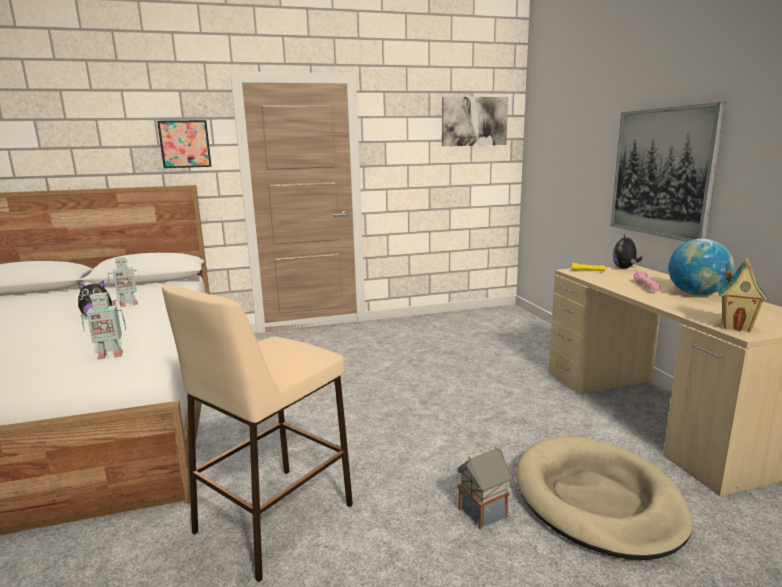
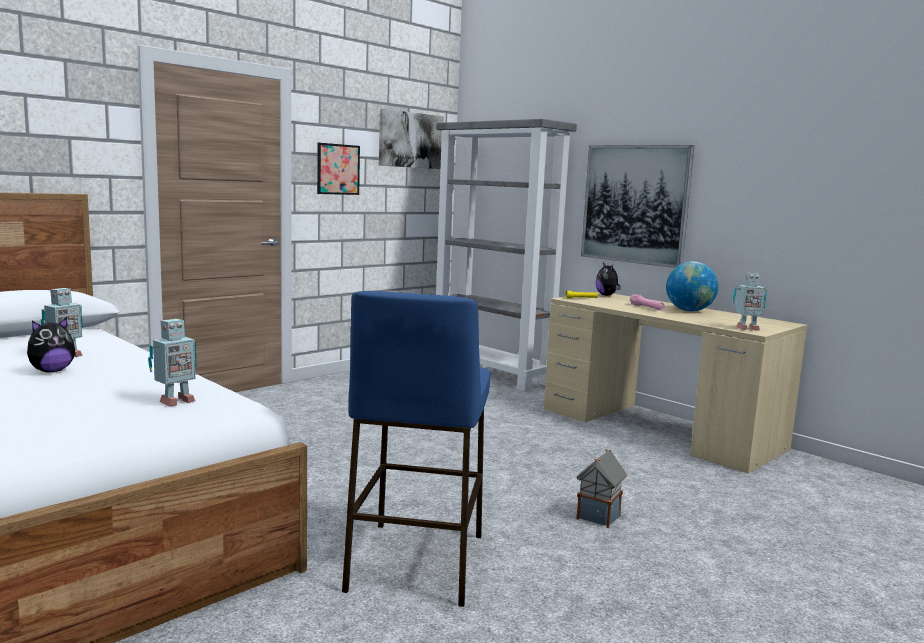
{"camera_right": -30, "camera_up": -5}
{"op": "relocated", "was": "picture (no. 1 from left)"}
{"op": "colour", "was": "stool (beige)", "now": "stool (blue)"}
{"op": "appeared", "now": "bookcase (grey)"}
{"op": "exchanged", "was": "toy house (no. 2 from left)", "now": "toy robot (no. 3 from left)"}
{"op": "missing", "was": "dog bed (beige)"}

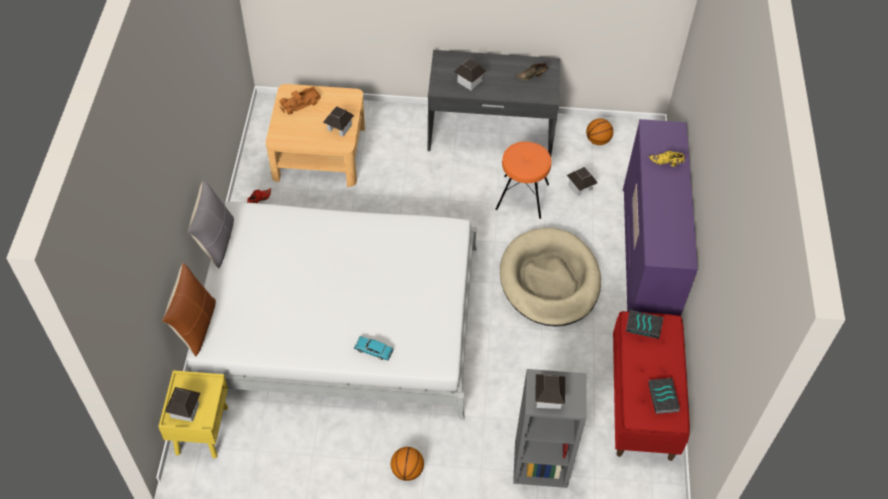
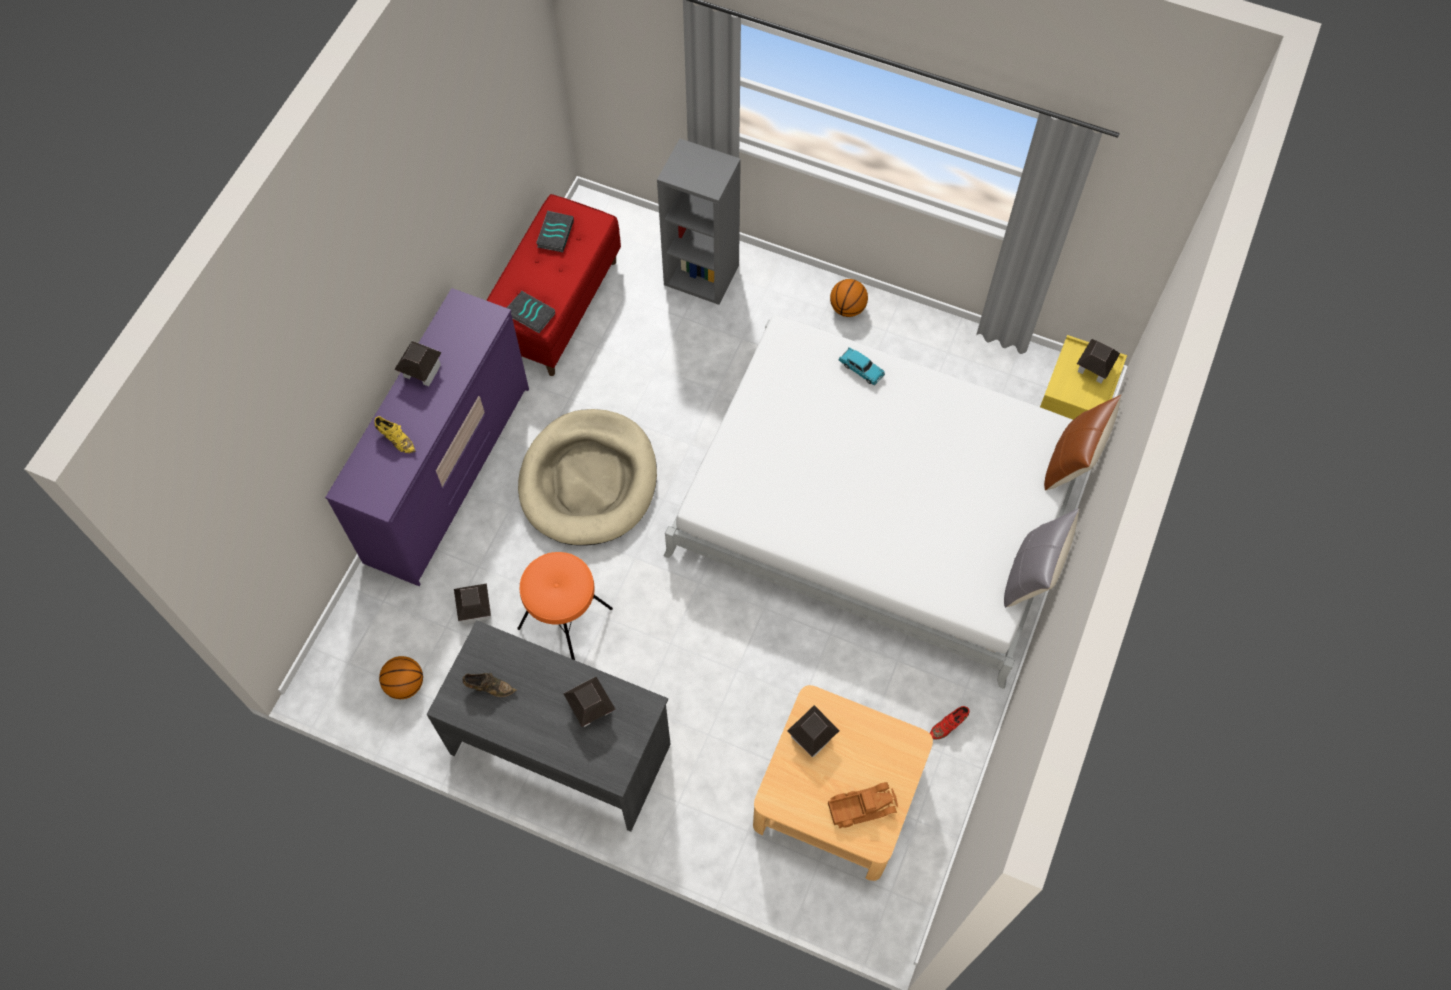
{"camera_right": -160, "camera_up": 10}
{"op": "relocated", "was": "toy house (no. 4 from left in the first image)", "now": "toy house (no. 1 from left)"}

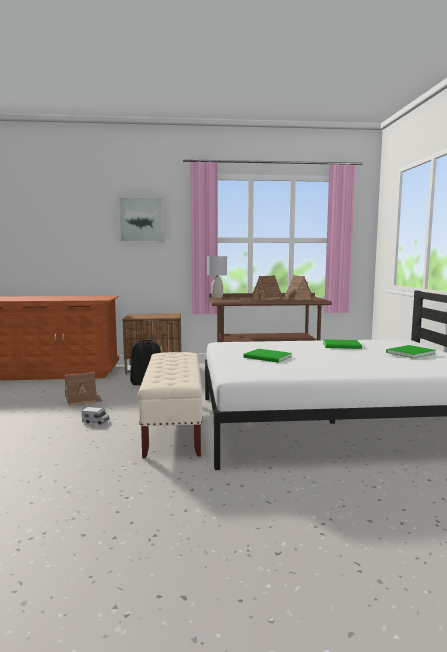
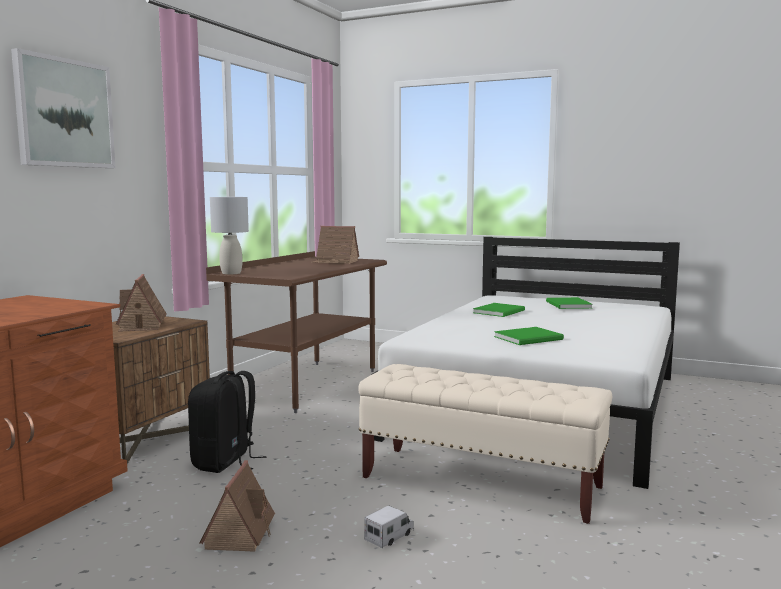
{"camera_right": -60, "camera_up": 0}
{"op": "relocated", "was": "toy house (no. 2 from left in the first image)", "now": "toy house (no. 1 from left)"}

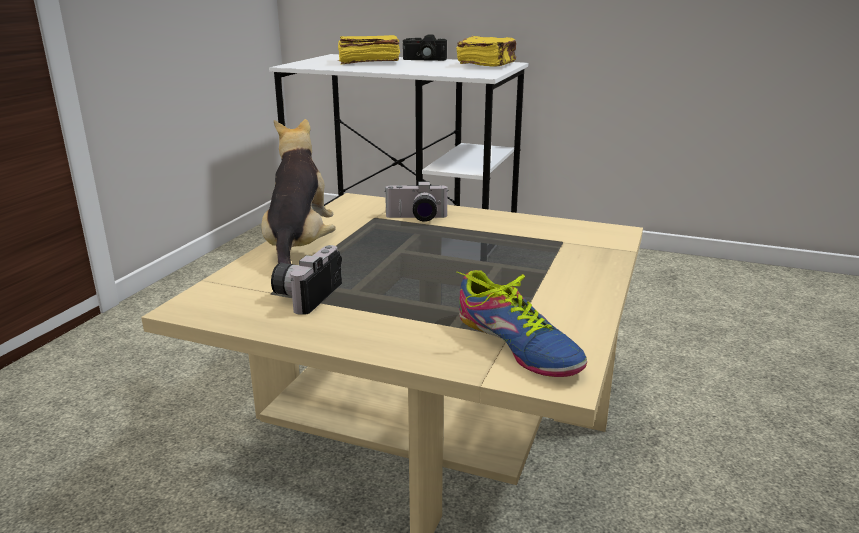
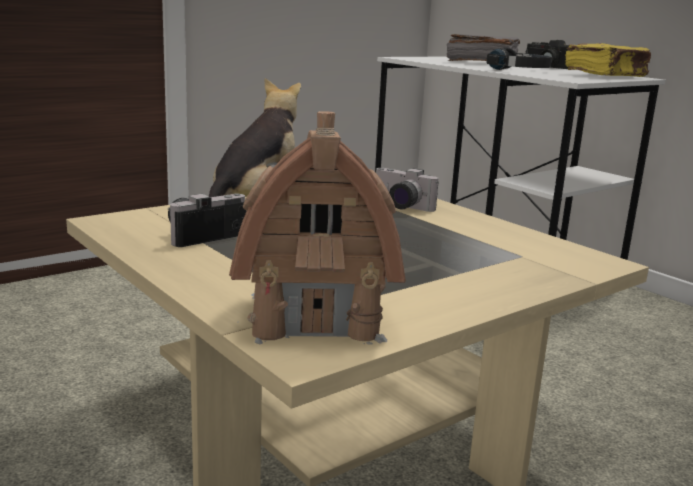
{"camera_right": 30, "camera_up": -5}
{"op": "exchanged", "was": "shoe", "now": "toy house"}
{"op": "colour", "was": "book (yellow) (no. 1 from left)", "now": "book (grey)"}
{"op": "appeared", "now": "headphones (black)"}

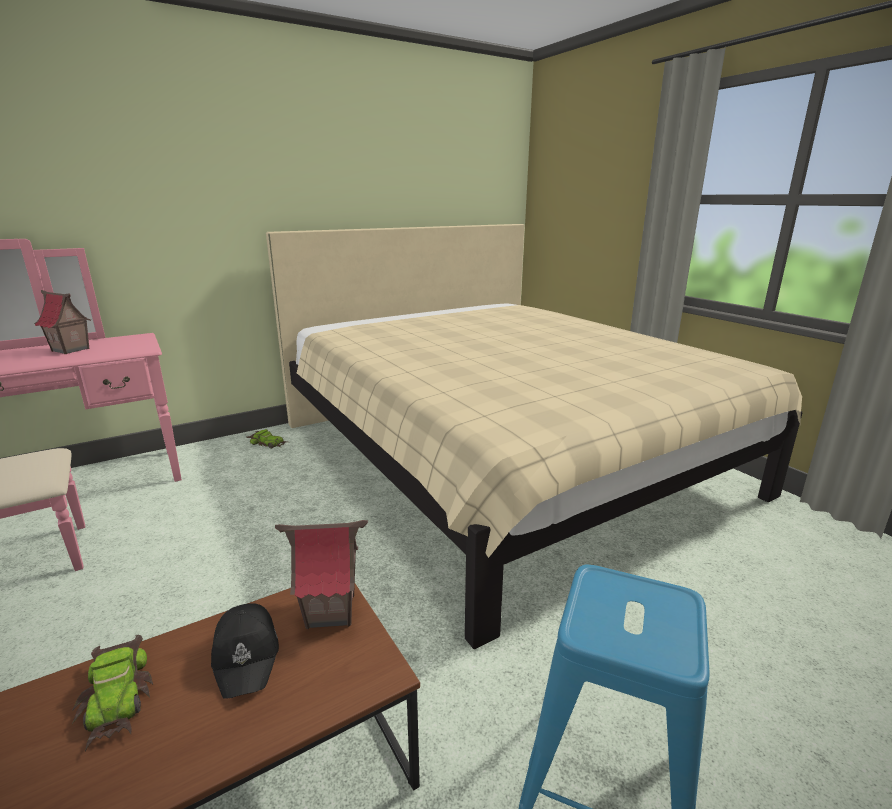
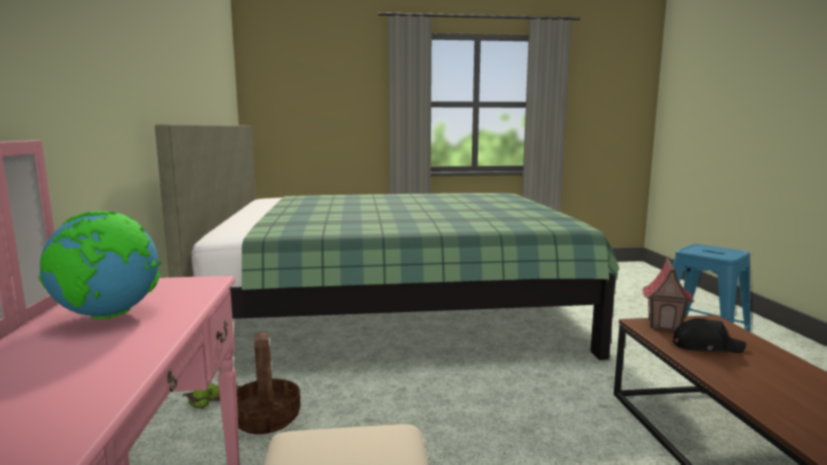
{"camera_right": -65, "camera_up": -10}
{"op": "exchanged", "was": "toy house (no. 1 from left)", "now": "globe"}
{"op": "colour", "was": "bed (beige)", "now": "bed (green)"}
{"op": "appeared", "now": "basket"}
{"op": "missing", "was": "toy car (no. 1 from left)"}

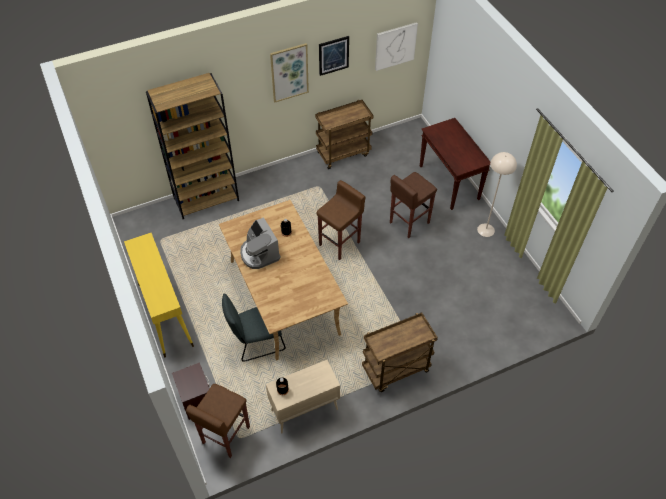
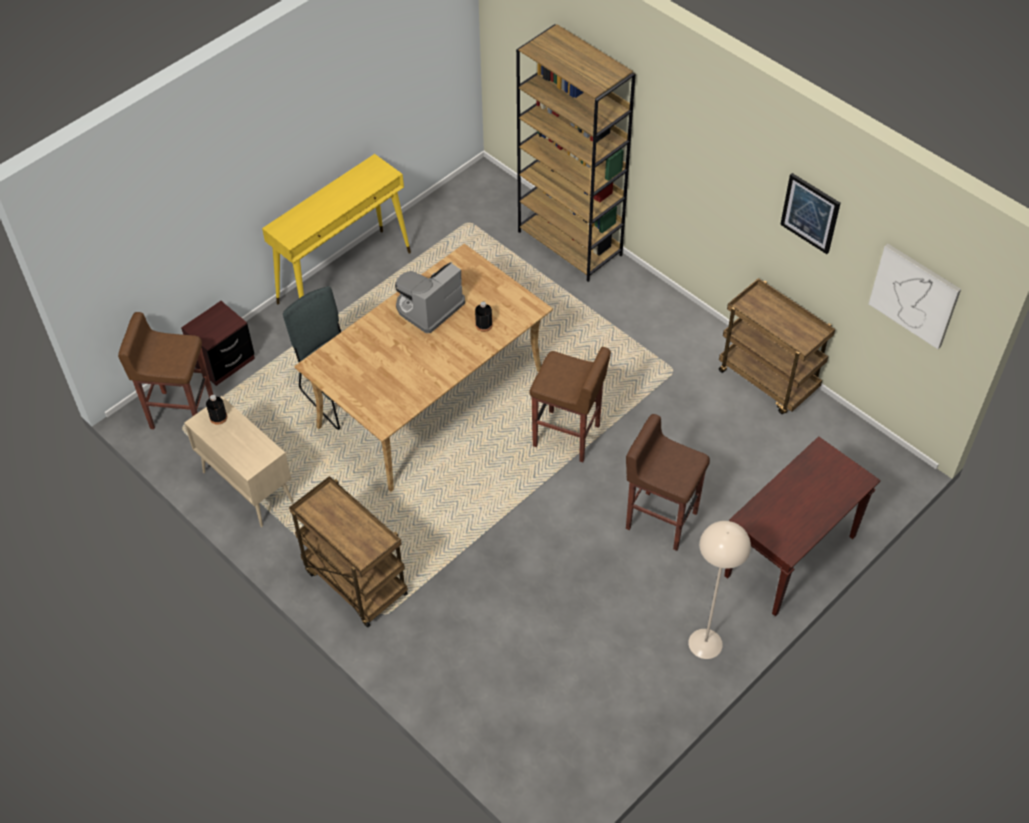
{"camera_right": 70, "camera_up": 0}
{"op": "missing", "was": "picture (no. 1 from left)"}

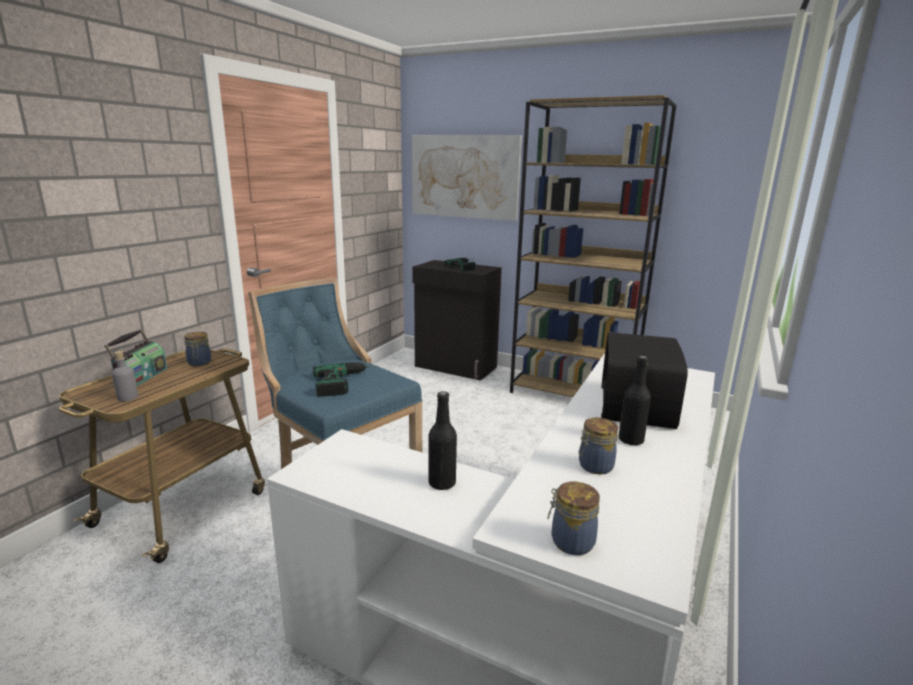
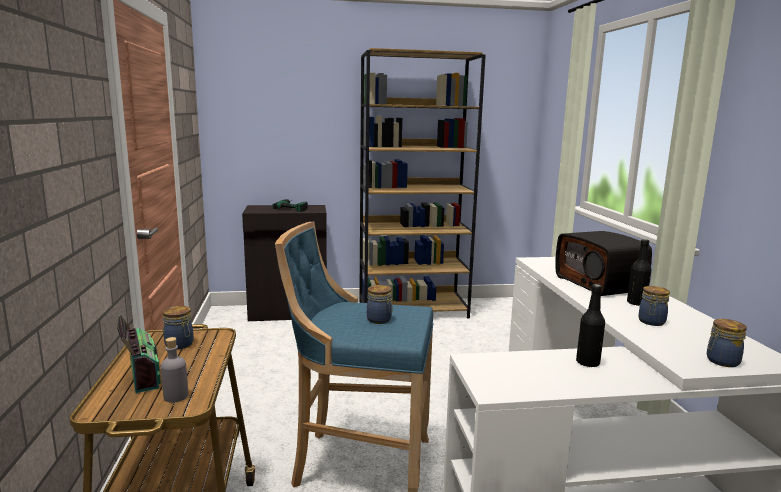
{"camera_right": -35, "camera_up": -5}
{"op": "exchanged", "was": "power drill (no. 1 from left)", "now": "jar (no. 2 from left)"}
{"op": "missing", "was": "picture"}

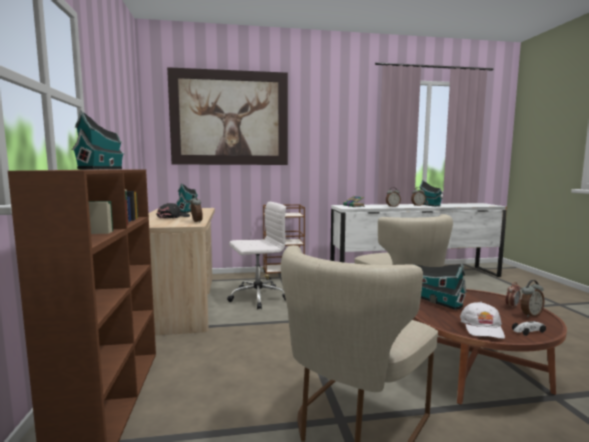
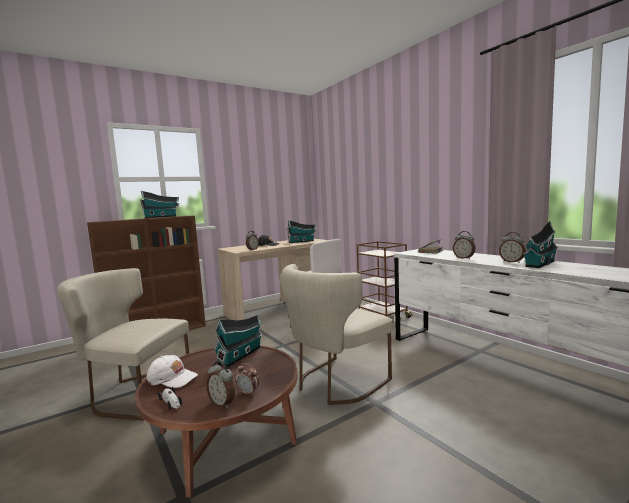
{"camera_right": 65, "camera_up": 0}
{"op": "spun", "was": "cap (white)", "clockwise": -150}
{"op": "missing", "was": "picture"}

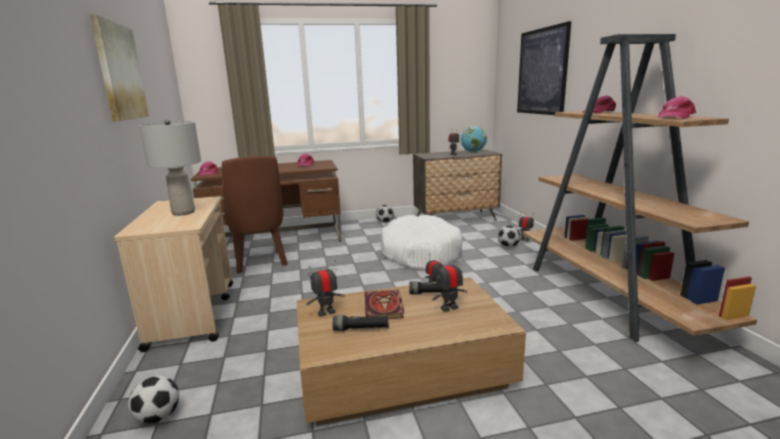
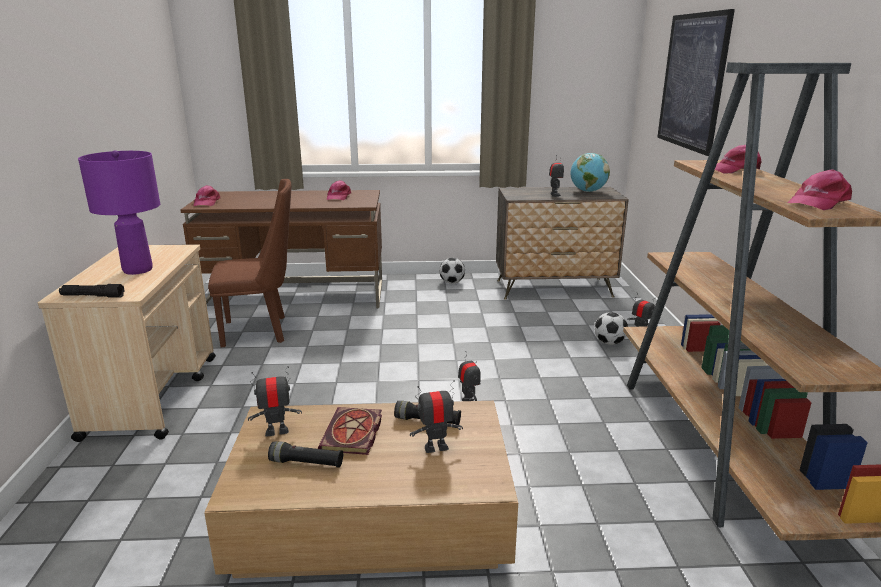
{"camera_right": 10, "camera_up": 5}
{"op": "appeared", "now": "flashlight (black) (no. 1 from left)"}
{"op": "colour", "was": "table lamp (grey)", "now": "table lamp (purple)"}
{"op": "spun", "was": "chair (brown)", "clockwise": -90}
{"op": "missing", "was": "picture (no. 1 from left)"}
{"op": "missing", "was": "football (no. 1 from left)"}
{"op": "missing", "was": "dog bed (white)"}

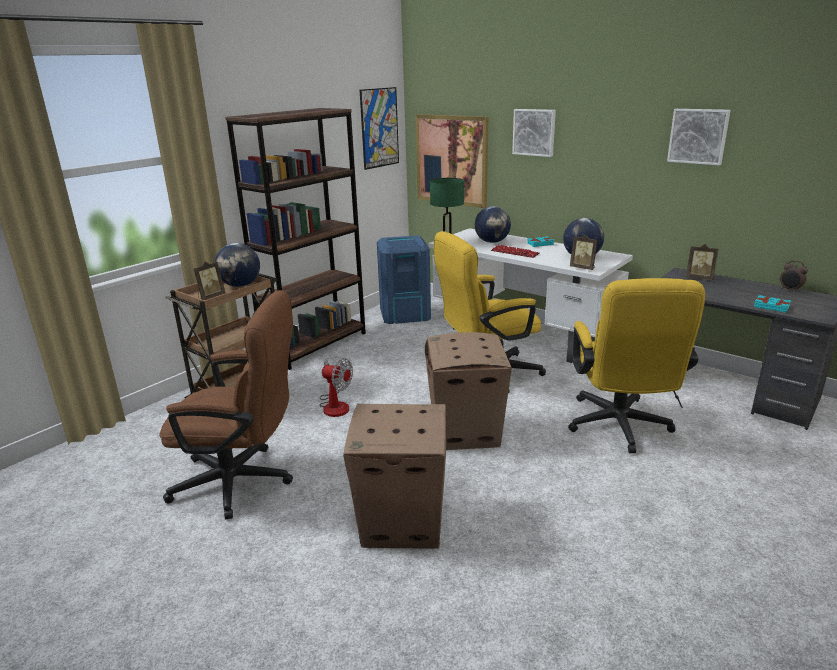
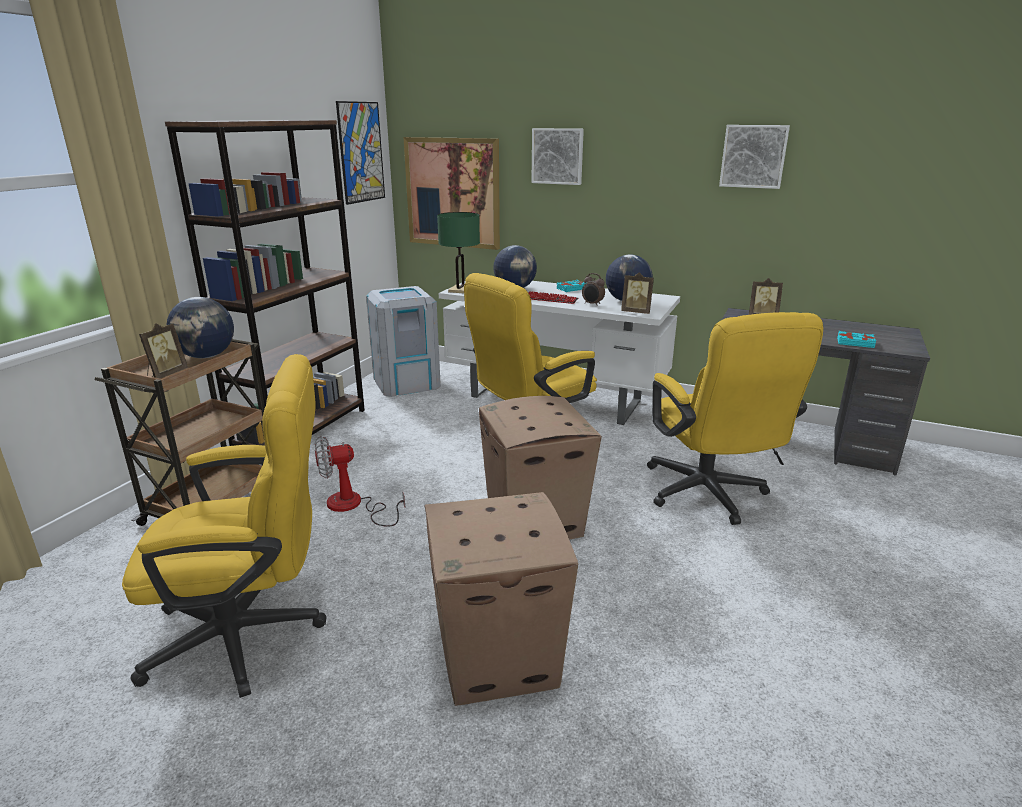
{"camera_right": -15, "camera_up": 0}
{"op": "colour", "was": "office chair (brown)", "now": "office chair (yellow) (no. 1 from left)"}
{"op": "spun", "was": "fan", "clockwise": 150}
{"op": "colour", "was": "trash can (blue)", "now": "trash can (grey)"}
{"op": "relocated", "was": "alarm clock"}

